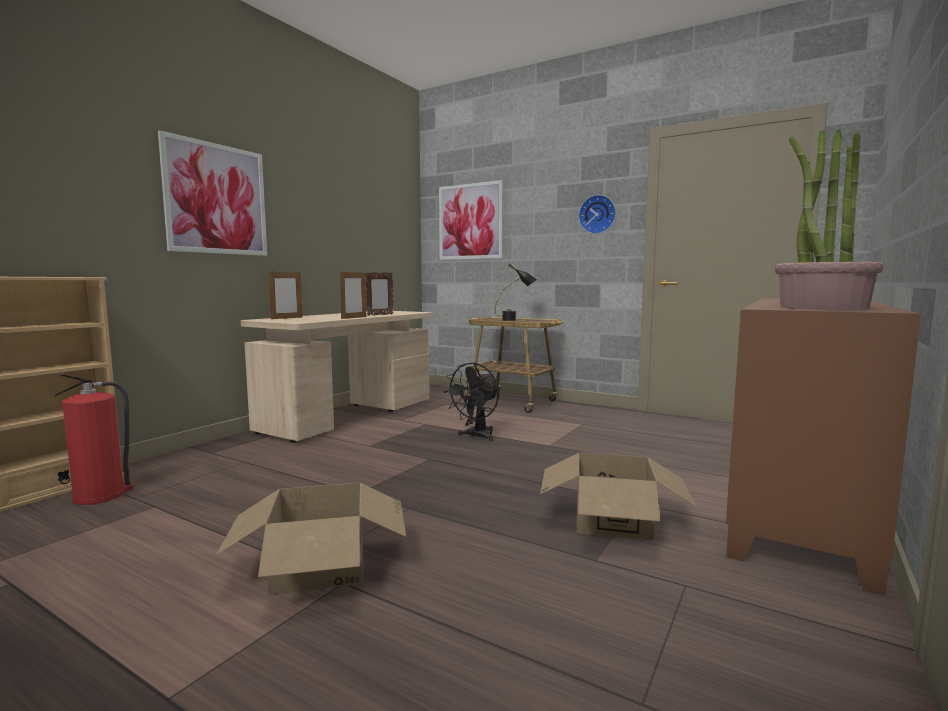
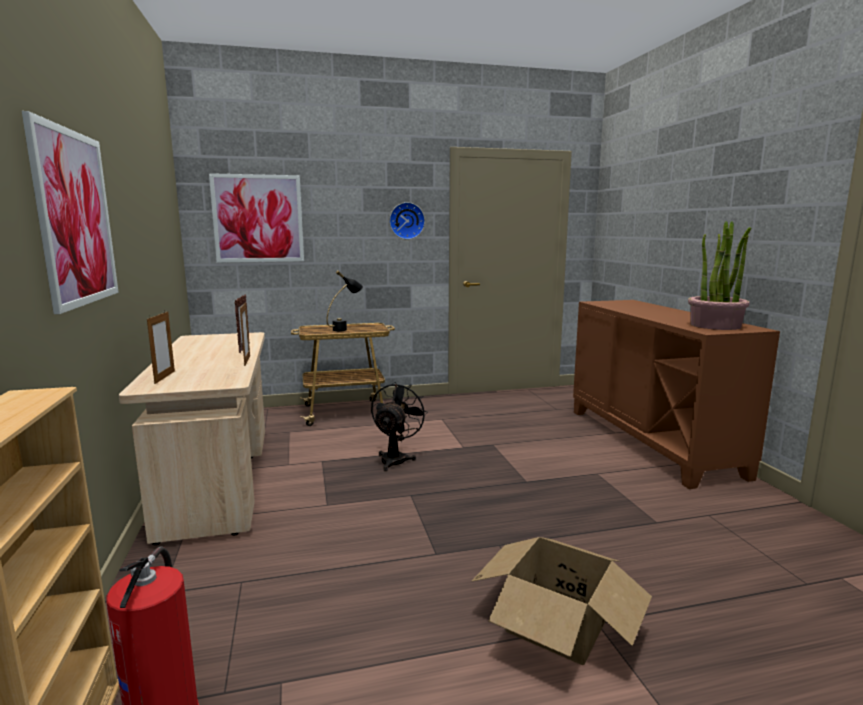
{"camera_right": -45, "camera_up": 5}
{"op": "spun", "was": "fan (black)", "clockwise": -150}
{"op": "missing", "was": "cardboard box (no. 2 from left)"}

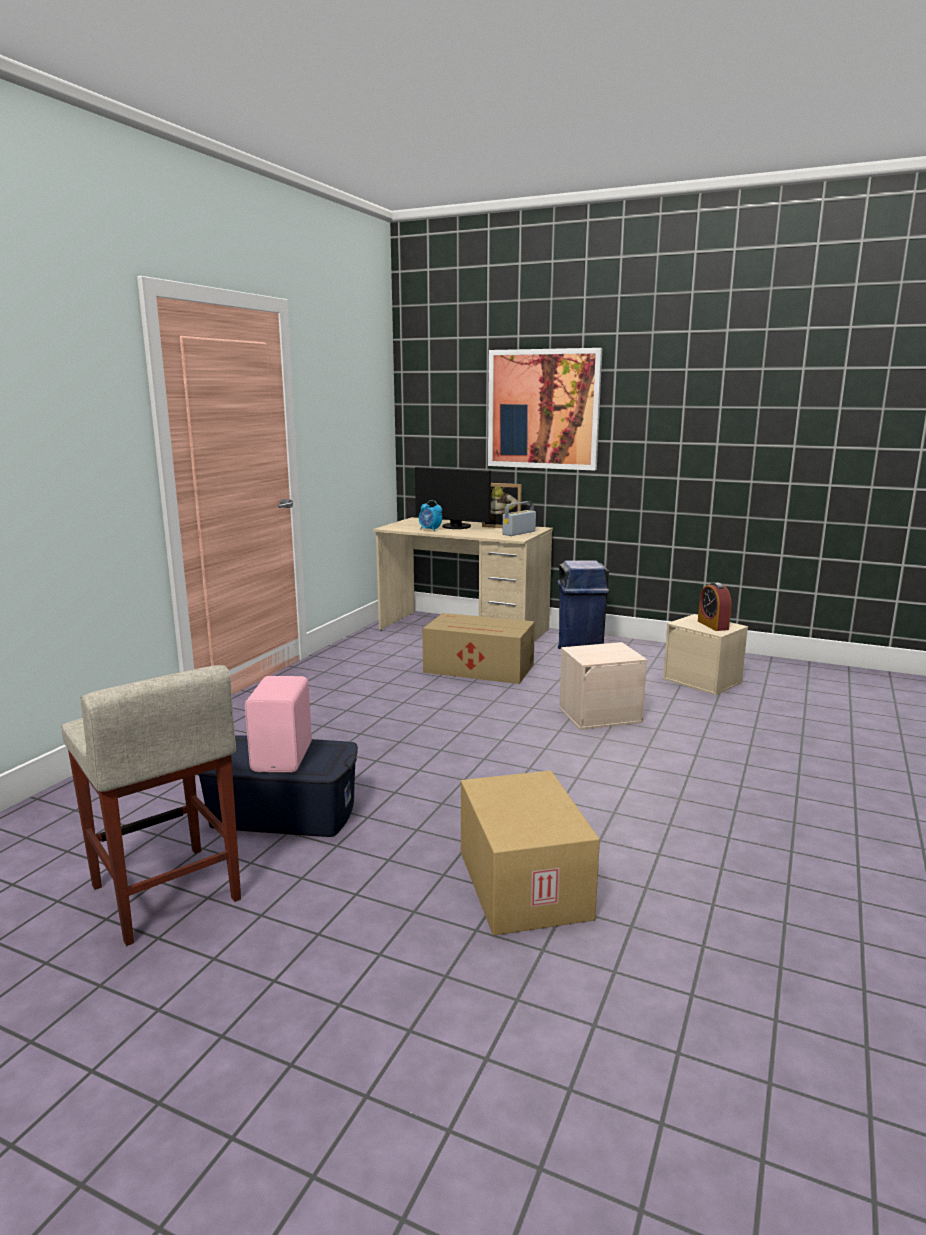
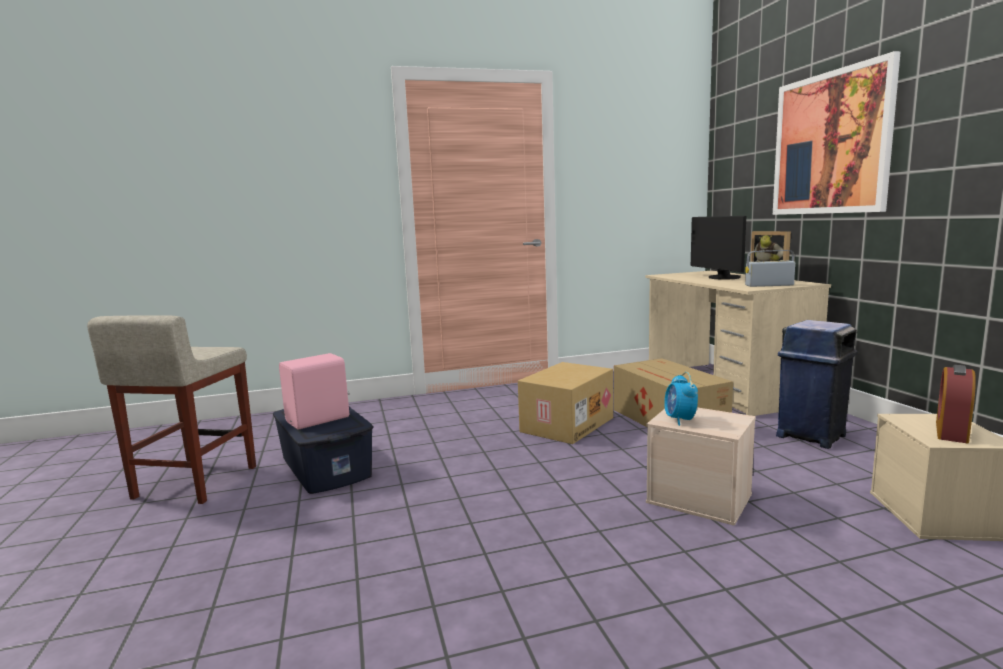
{"camera_right": 50, "camera_up": -5}
{"op": "relocated", "was": "cardboard box (no. 2 from left in the first image)", "now": "cardboard box (no. 1 from left)"}
{"op": "relocated", "was": "alarm clock (no. 1 from left)"}

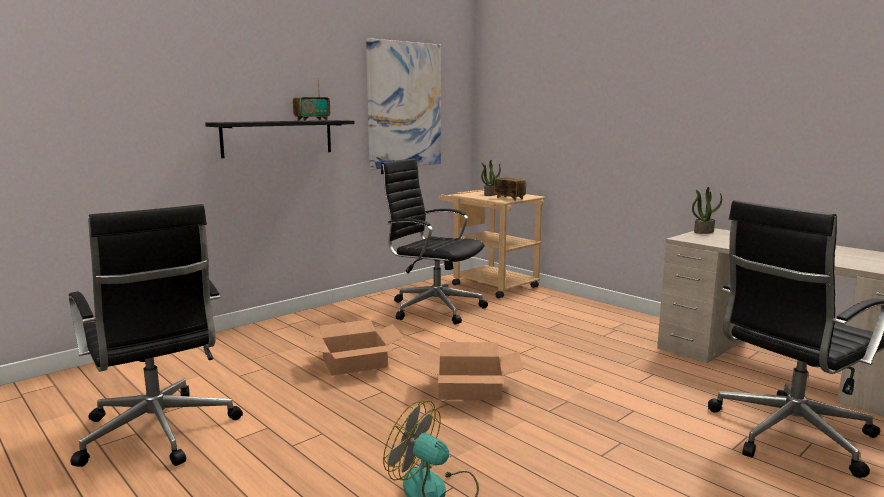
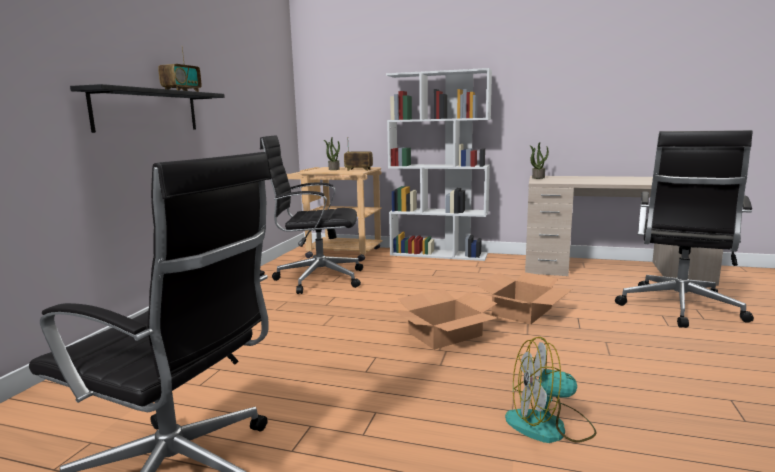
{"camera_right": -30, "camera_up": 0}
{"op": "appeared", "now": "bookcase (white)"}
{"op": "relocated", "was": "cardboard box (no. 1 from left in the first image)", "now": "cardboard box (no. 2 from left)"}
{"op": "missing", "was": "picture"}

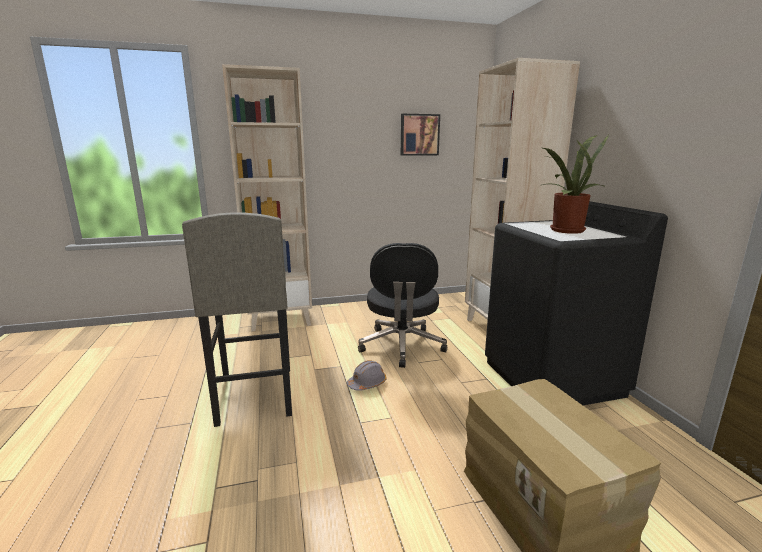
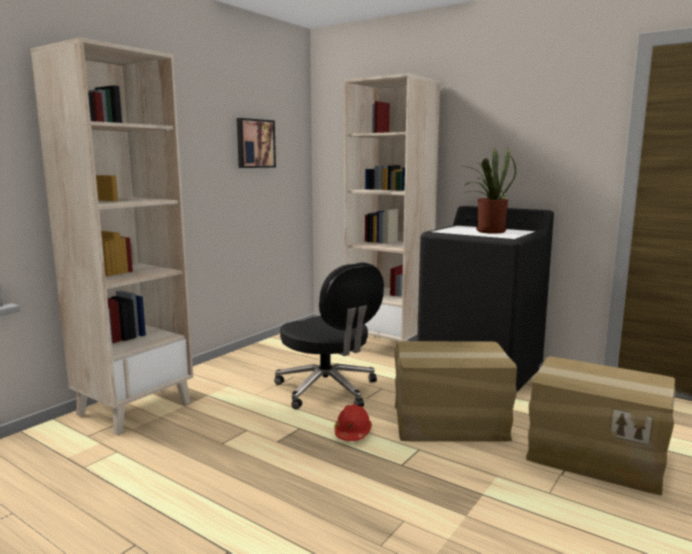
{"camera_right": -40, "camera_up": -5}
{"op": "colour", "was": "hard hat (grey)", "now": "hard hat (red)"}
{"op": "appeared", "now": "cardboard box (no. 1 from left)"}
{"op": "missing", "was": "stool (grey)"}

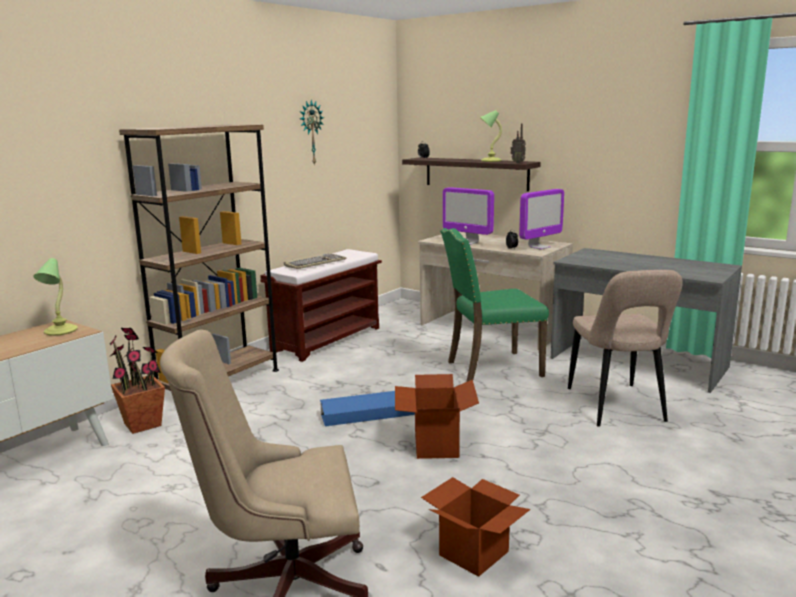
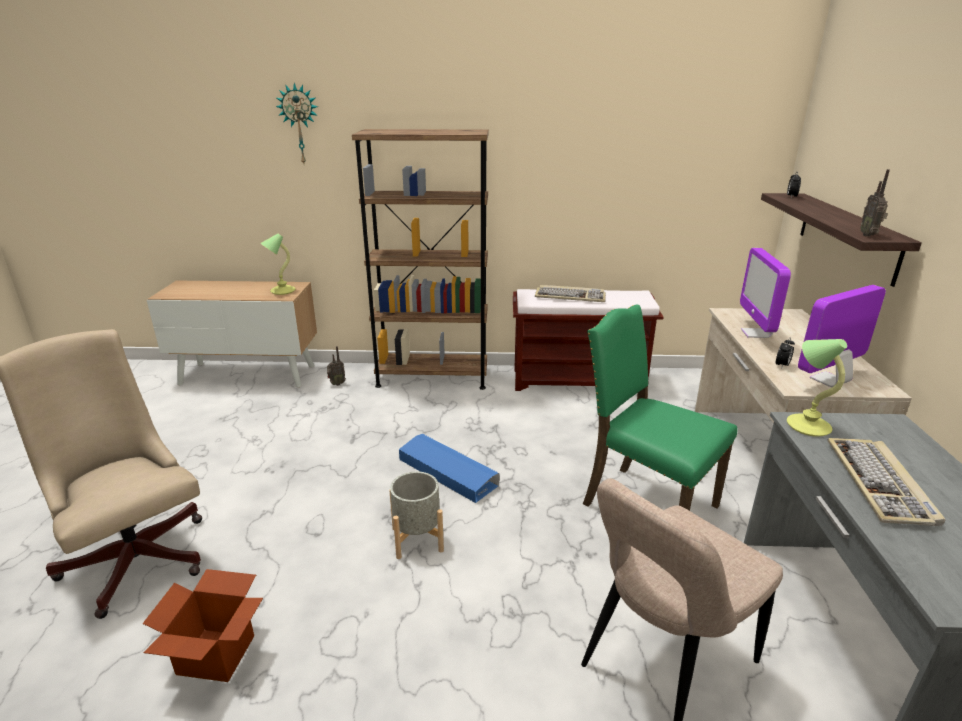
{"camera_right": 55, "camera_up": 10}
{"op": "relocated", "was": "wall clock"}
{"op": "exchanged", "was": "potted plant", "now": "radio (no. 1 from left)"}
{"op": "exchanged", "was": "cardboard box (no. 1 from left)", "now": "planter (grey)"}
{"op": "relocated", "was": "table lamp (no. 2 from left)"}
{"op": "spun", "was": "monitor (no. 2 from left)", "clockwise": 135}
{"op": "appeared", "now": "keyboard (no. 2 from left)"}

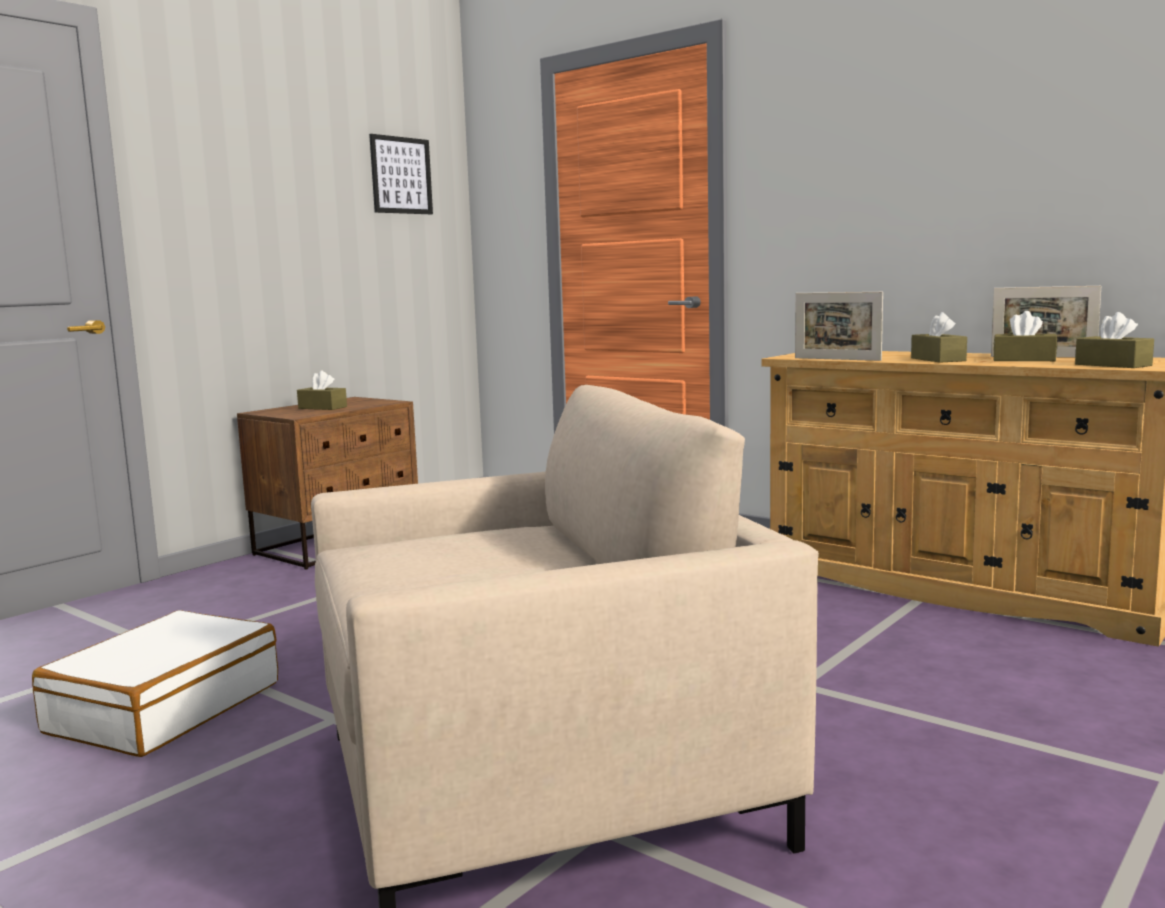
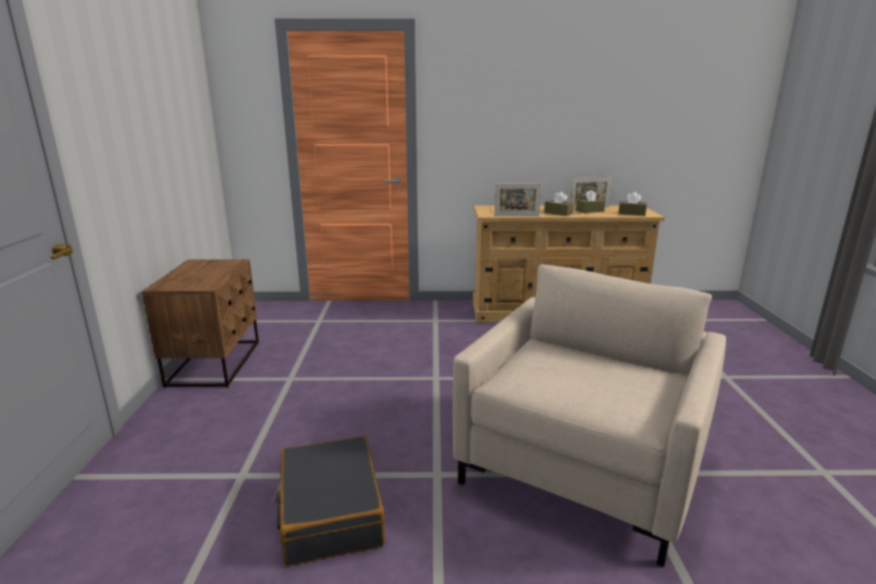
{"camera_right": -40, "camera_up": 10}
{"op": "colour", "was": "suitcase (white)", "now": "suitcase (black)"}
{"op": "missing", "was": "tissue box (brown) (no. 1 from left)"}
{"op": "missing", "was": "picture"}

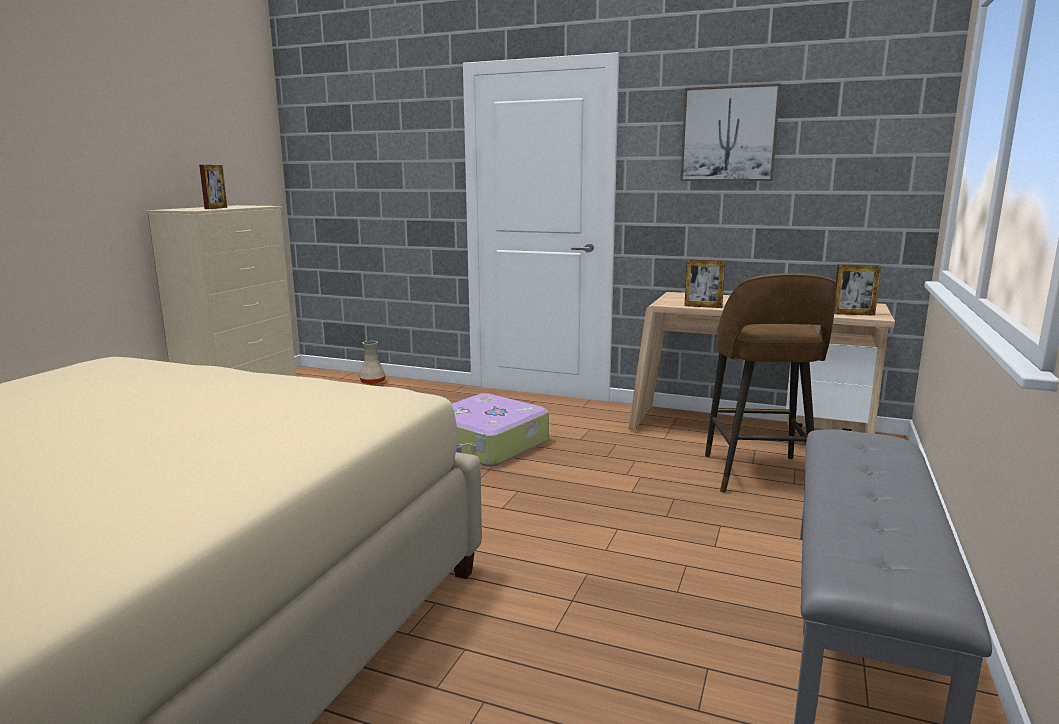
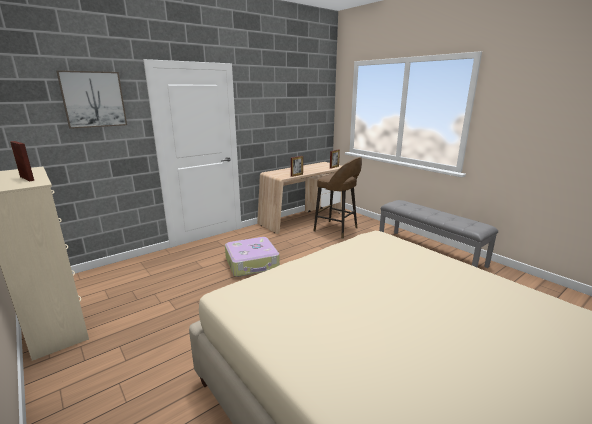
{"camera_right": -60, "camera_up": 5}
{"op": "relocated", "was": "picture"}
{"op": "missing", "was": "vase (beige)"}

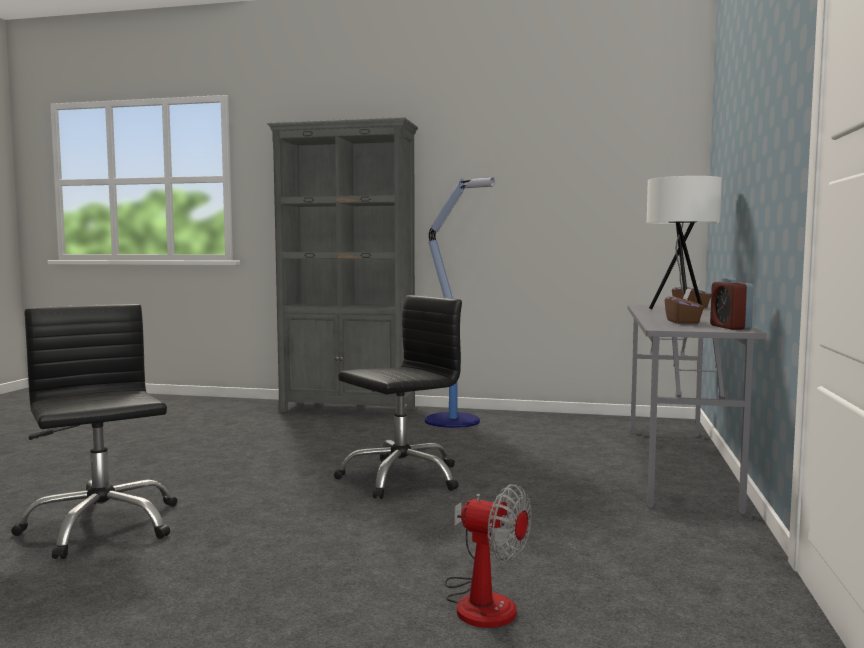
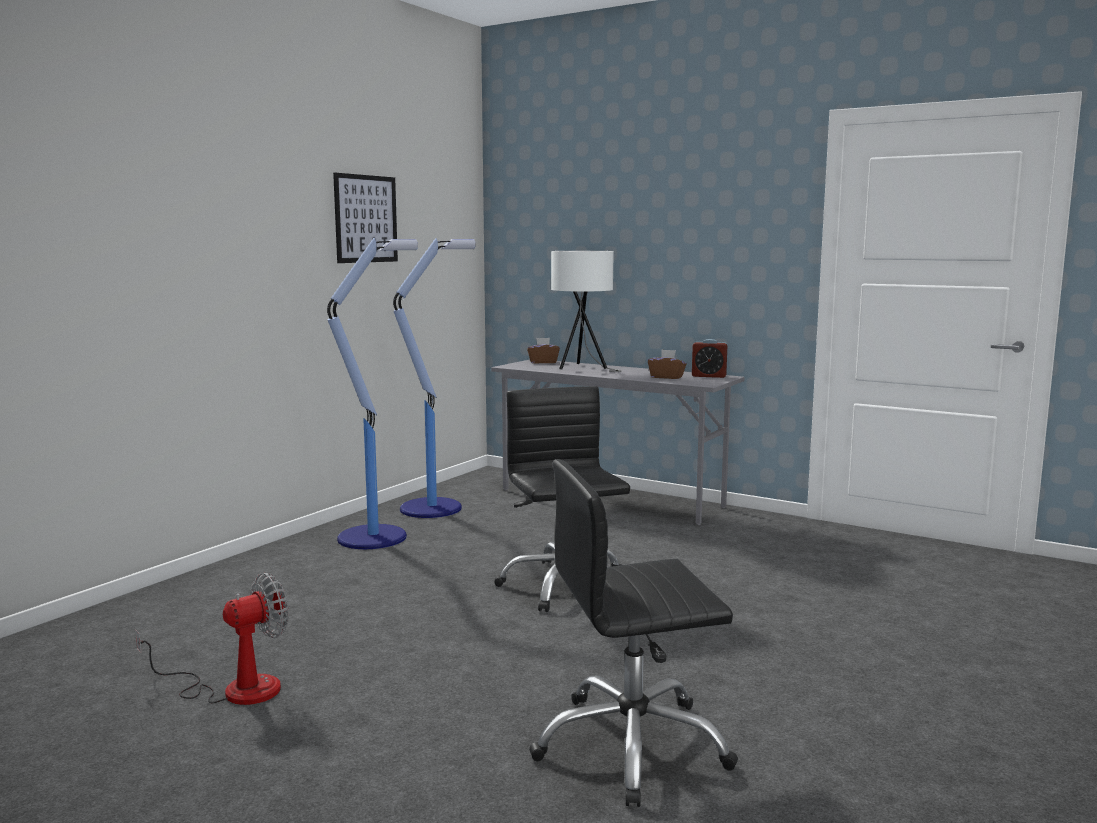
{"camera_right": -70, "camera_up": 5}
{"op": "relocated", "was": "fan"}
{"op": "appeared", "now": "picture"}
{"op": "appeared", "now": "floor lamp (no. 2 from left)"}
{"op": "missing", "was": "bookcase (grey)"}

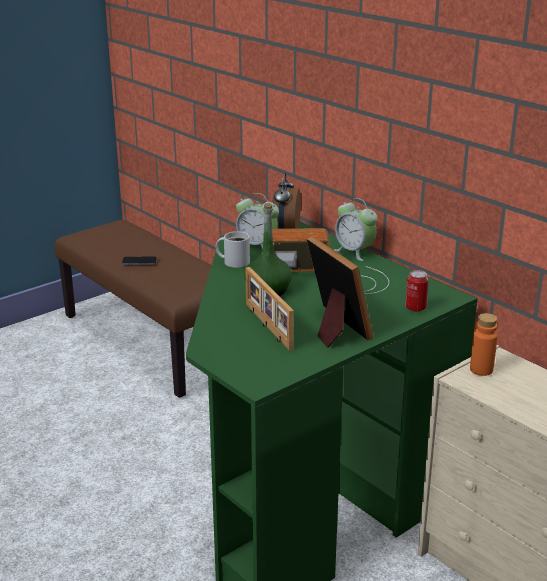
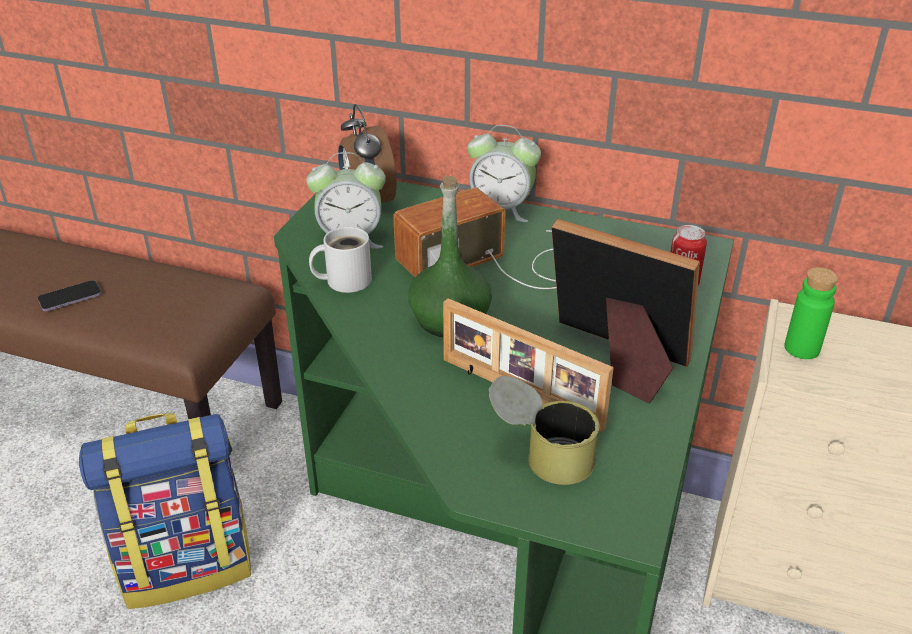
{"camera_right": -30, "camera_up": 10}
{"op": "appeared", "now": "backpack"}
{"op": "appeared", "now": "can (no. 1 from left)"}
{"op": "colour", "was": "bottle (orange)", "now": "bottle (green) (no. 2 from left)"}

